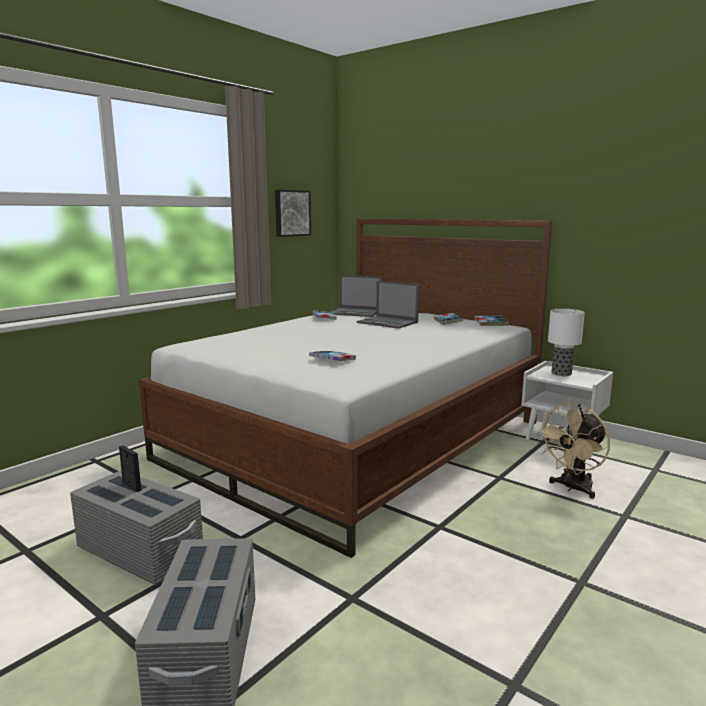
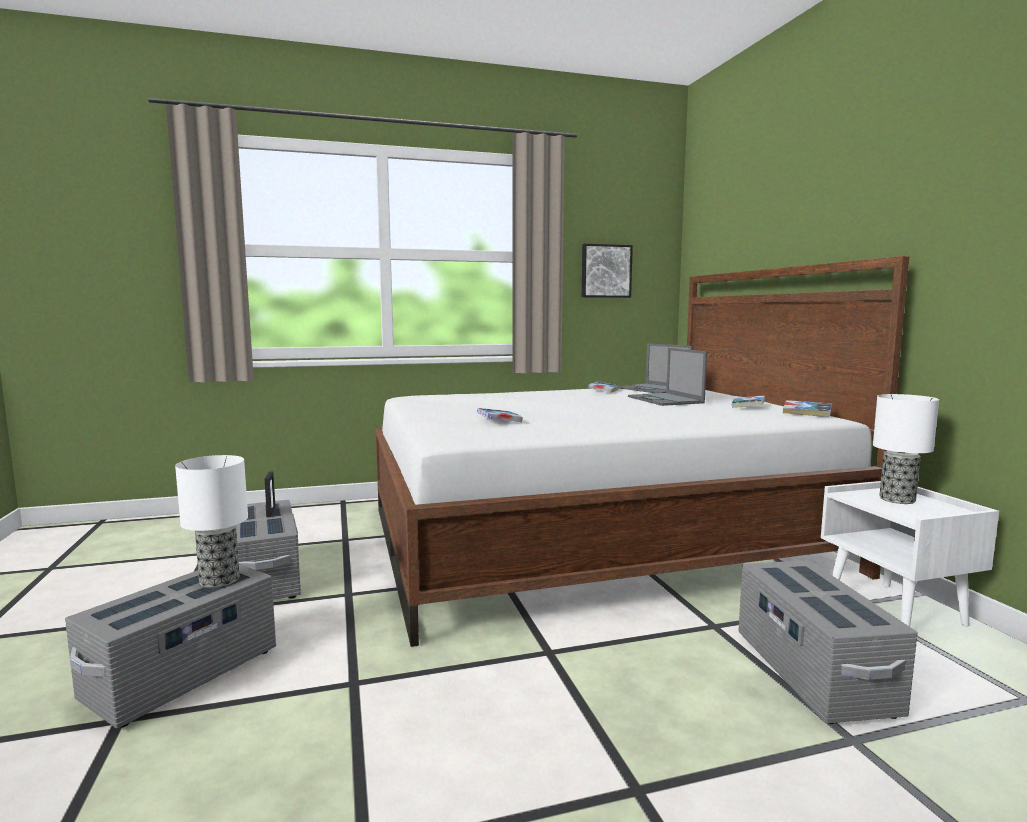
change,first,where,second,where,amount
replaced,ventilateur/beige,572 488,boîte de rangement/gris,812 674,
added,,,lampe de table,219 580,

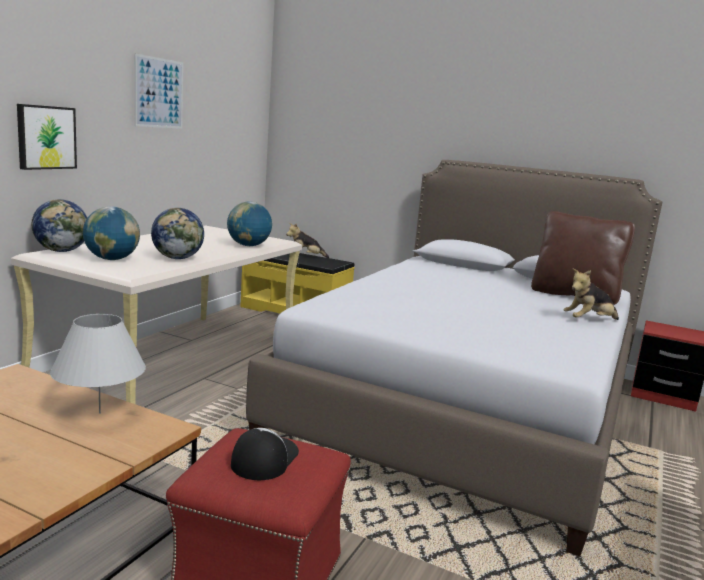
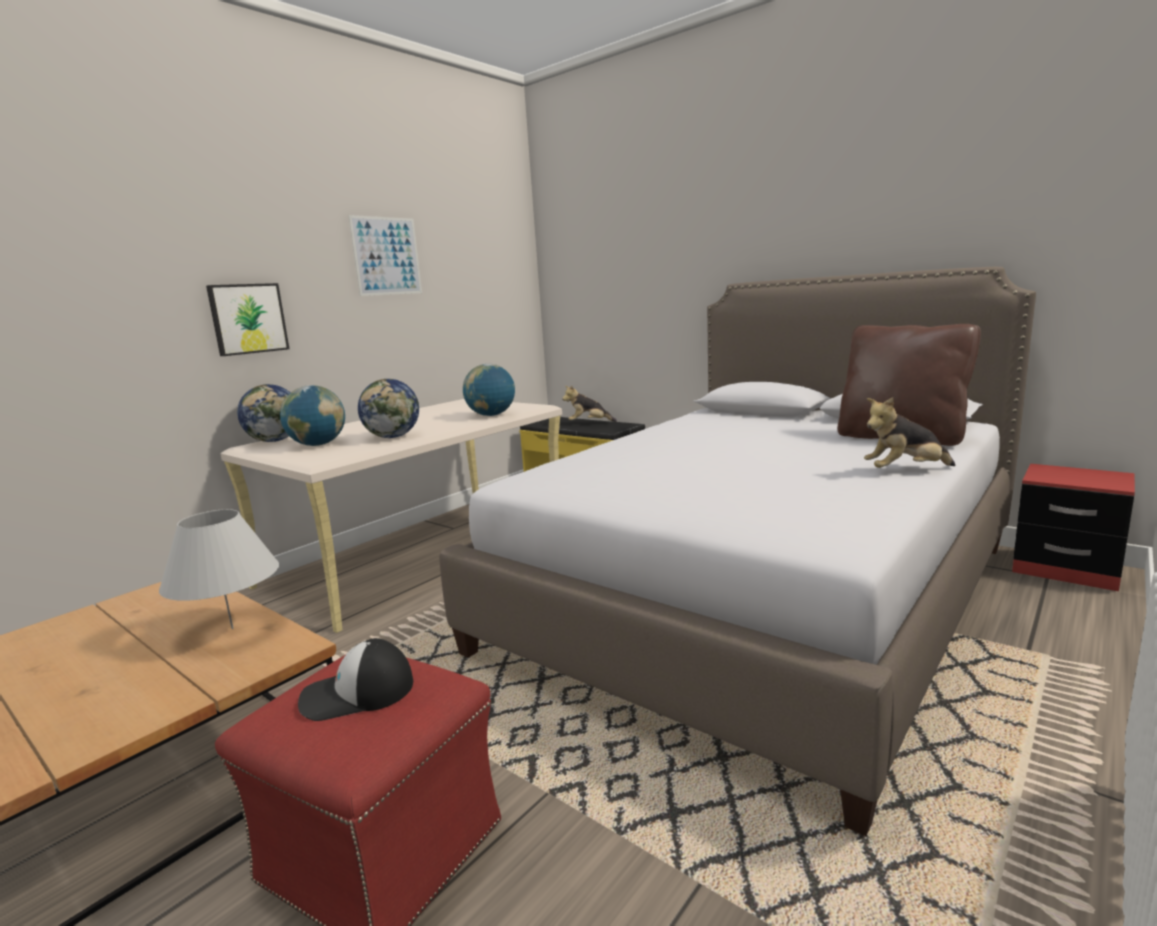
change,first,where,second,where,amount
turned,casquette,264 458,,357 693,135 degrees counterclockwise

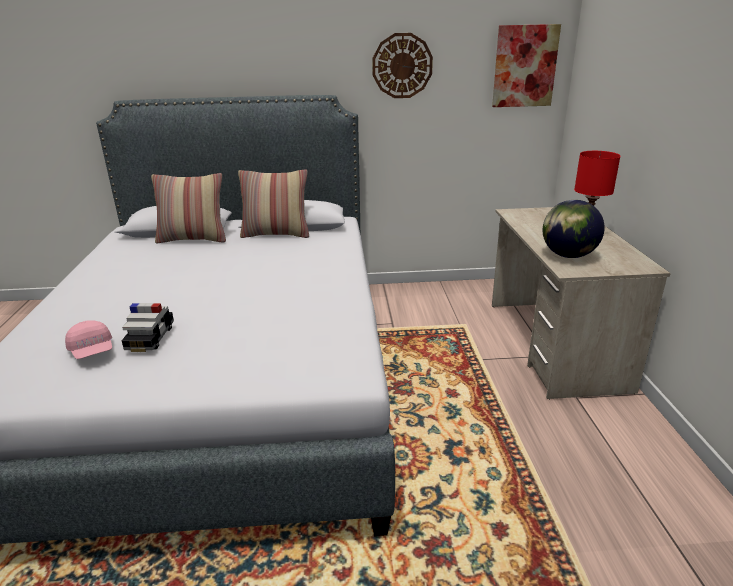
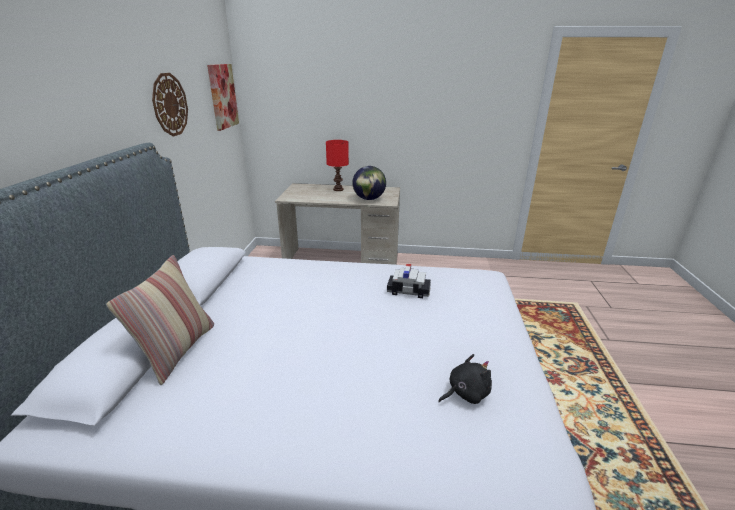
change,first,where,second,where,amount
replaced,casquette/rose,92 351,peluche/noir,465 393,
moved,petite voiture,150 338,,408 291,
removed,coussin,276 234,,,

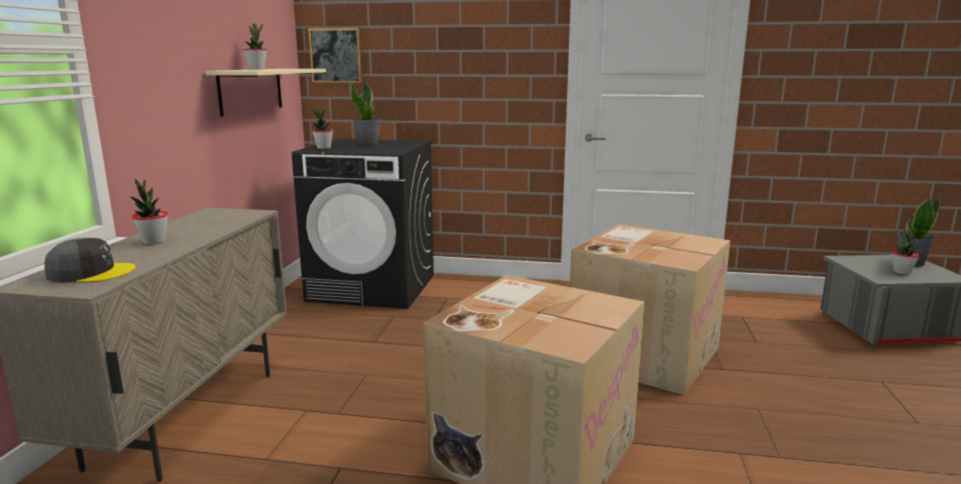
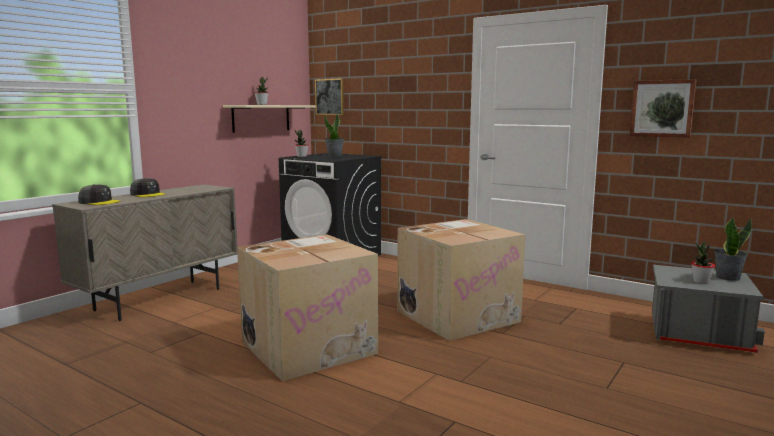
change,first,where,second,where,amount
replaced,plante en pot,154 241,casquette/gris,148 194,
added,,,tableau,662 108,

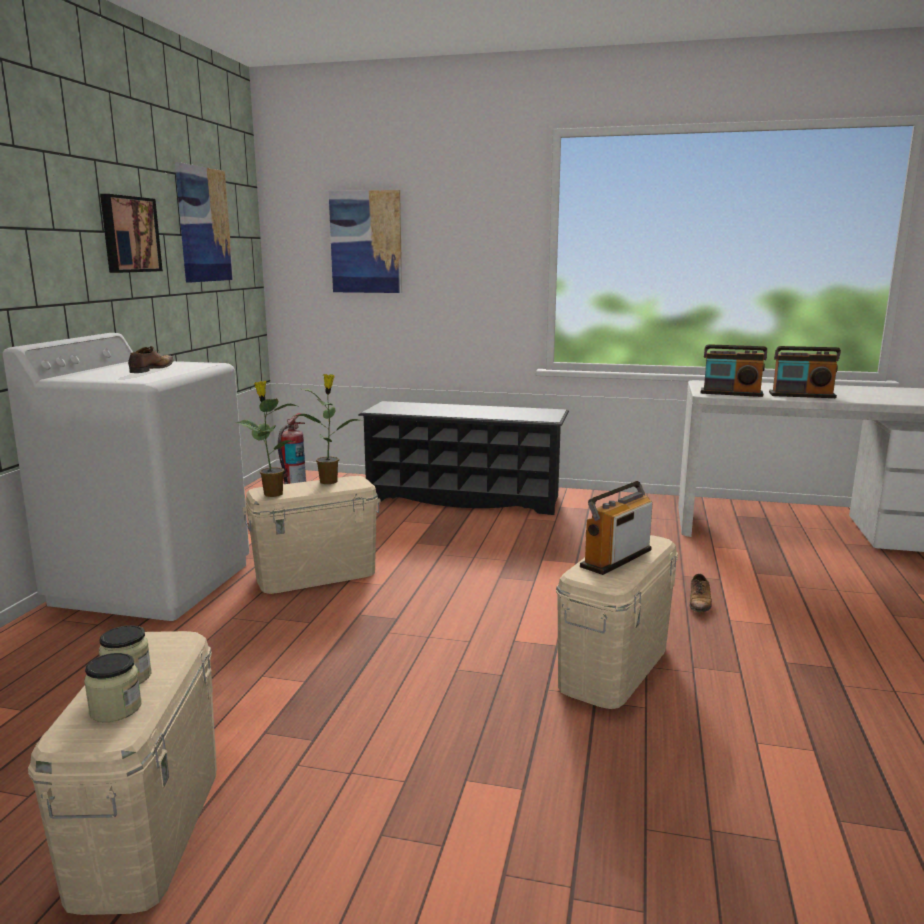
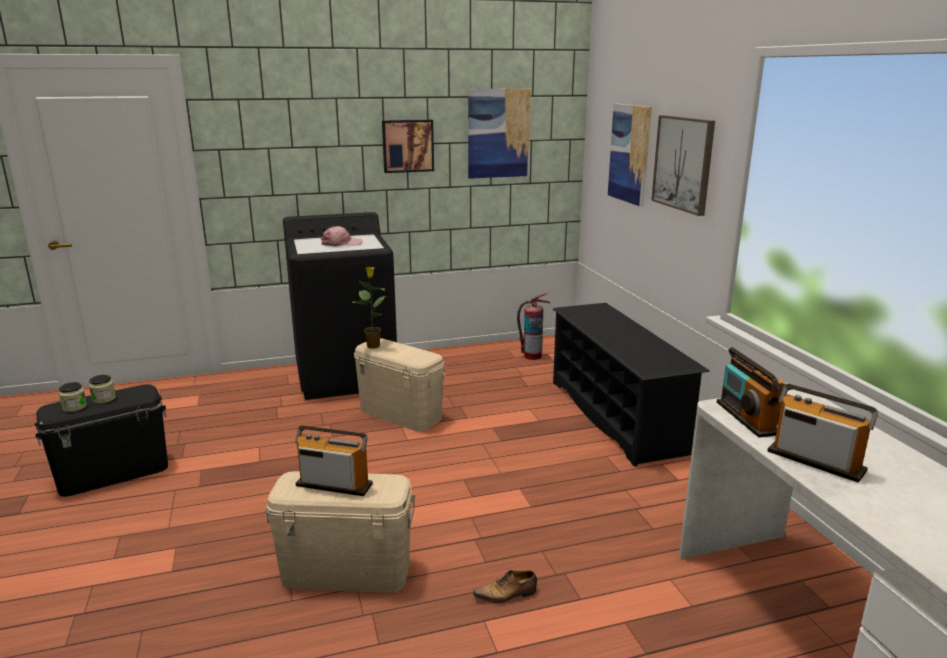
change,first,where,second,where,amount
recoloured,lave-linge/blanc,153 583,lave-linge/noir,346 375,
recoloured,boîte de rangement/beige,147 828,boîte de rangement/noir,114 473,
replaced,chaussure,151 369,casquette/rose,341 243,
removed,plante en pot,329 481,,,
turned,radio,802 395,,815 461,150 degrees clockwise
added,,,tableau,683 163,

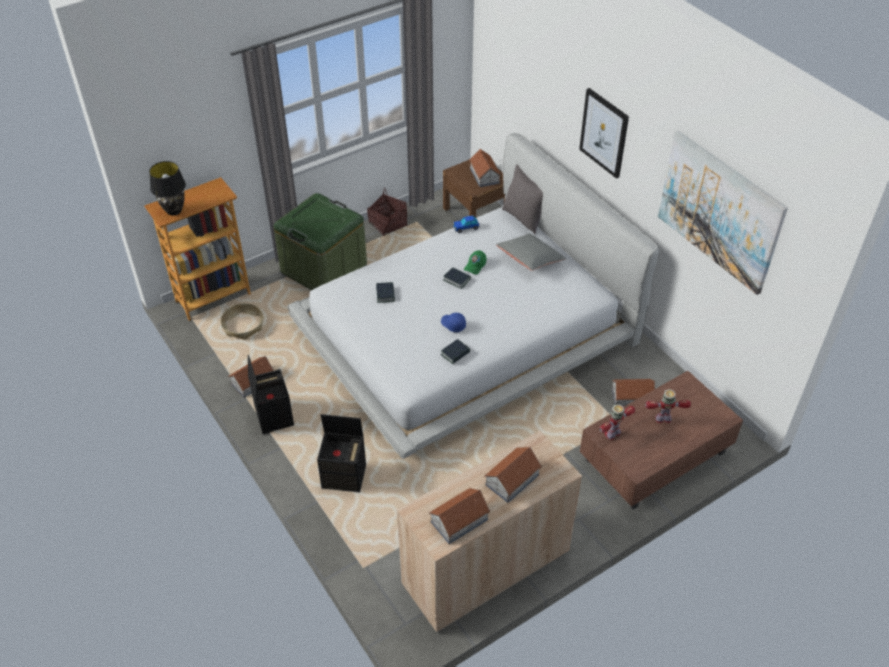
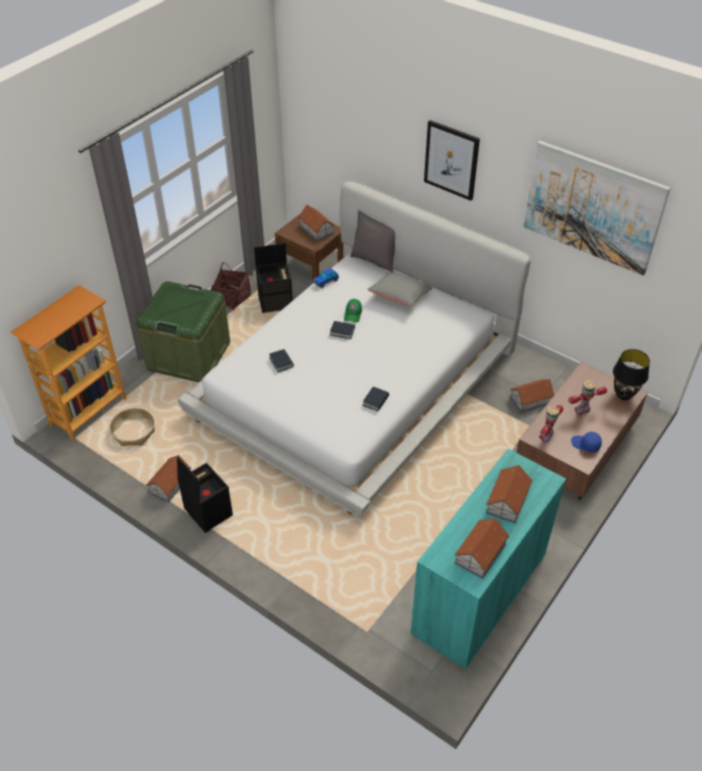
change,first,where,second,where,amount
moved,lampe de table/noir,174 211,,624 395,
moved,boîte de rangement/noir,345 476,,276 302,
recoloured,meuble de rangement/beige,486 567,meuble de rangement/turquoise,479 594,
moved,casquette/bleu,452 324,,585 445,

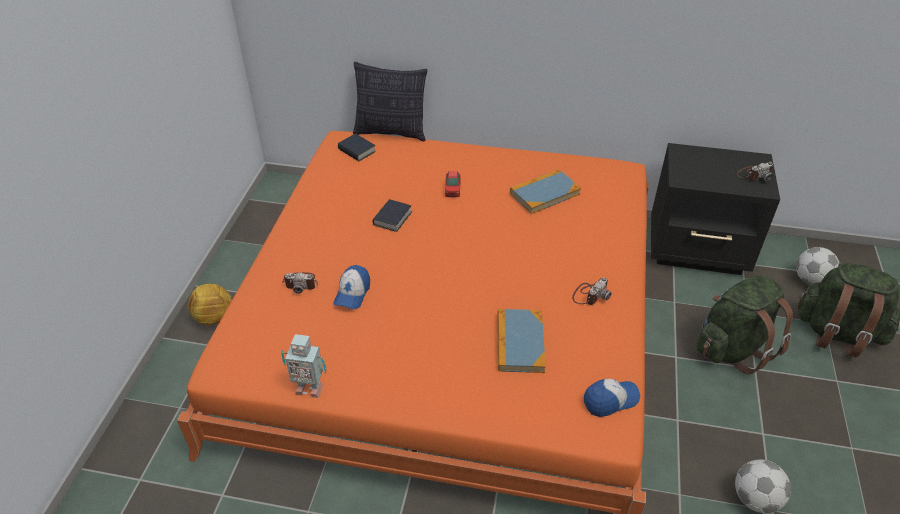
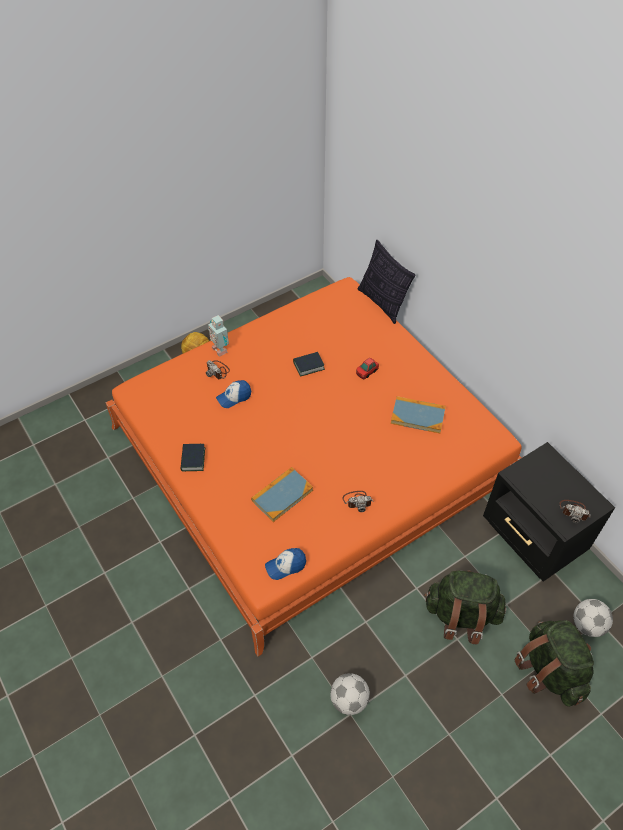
change,first,where,second,where,amount
moved,robot jouet,309 387,,220 349,
moved,livre,357 151,,193 459,
turned,casquette,610 400,,286 565,135 degrees clockwise

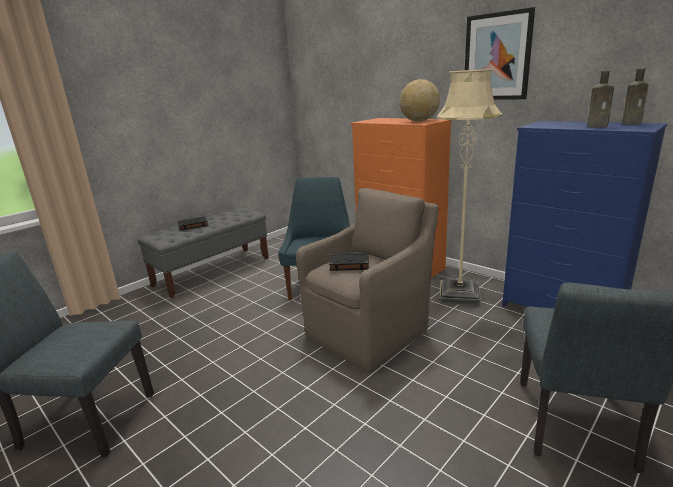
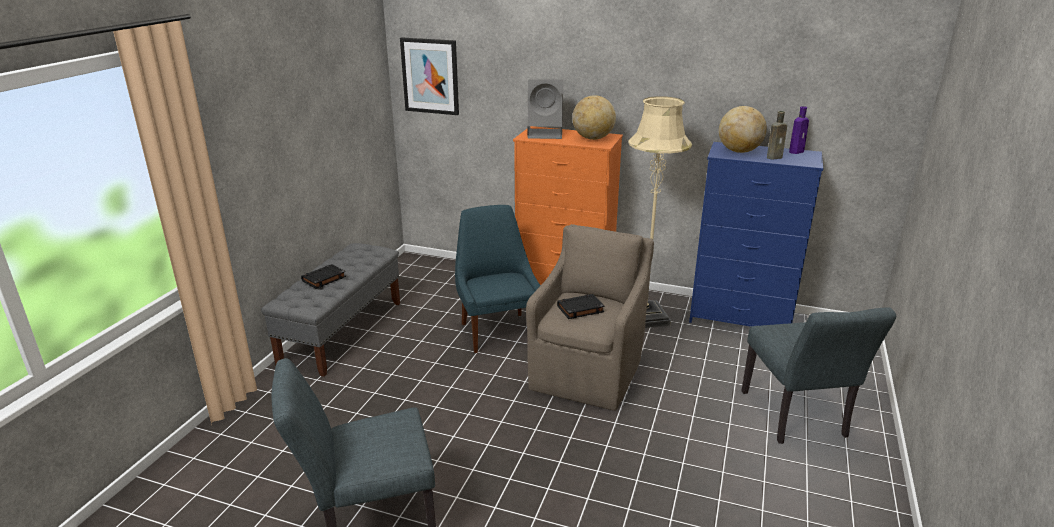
change,first,where,second,where,amount
moved,tableau,497 57,,430 76,
recoloured,bouteille/marron,632 123,bouteille/violet,797 151,
added,,,enceinte/gris,546 134,
added,,,globe,739 151,

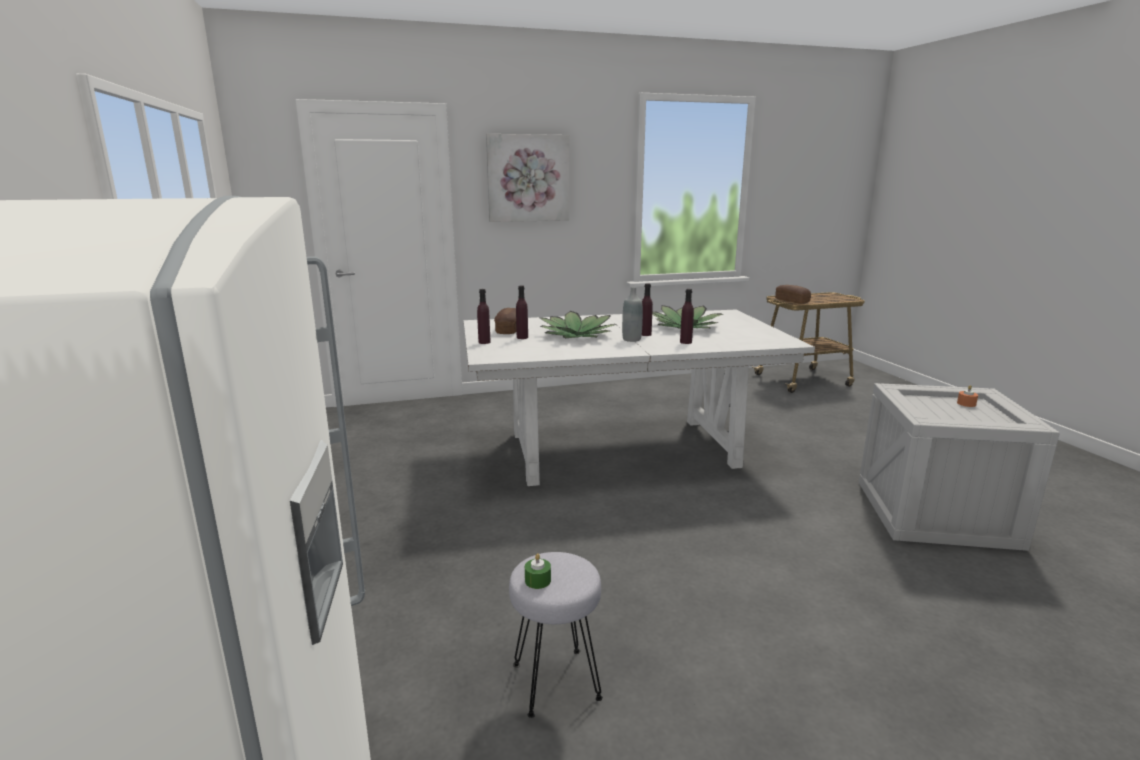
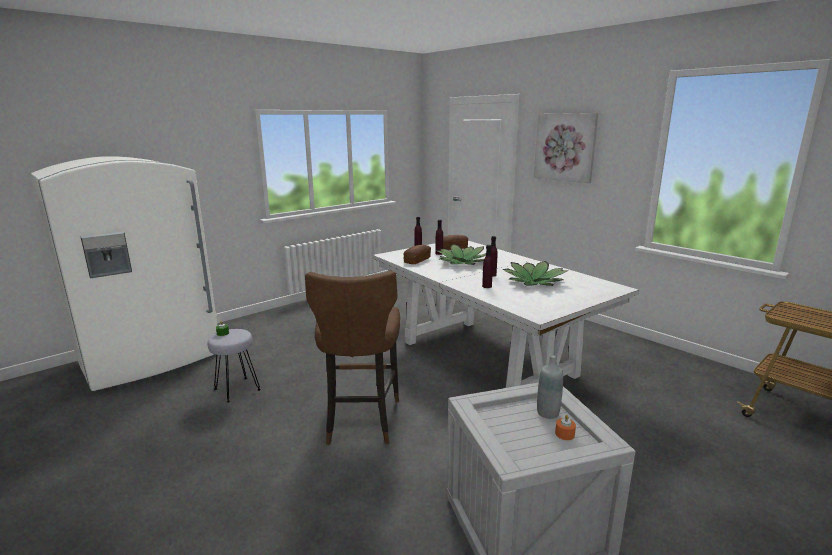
change,first,where,second,where,amount
moved,bouteille/gris,631 339,,548 413,
moved,pain,792 301,,417 260,
added,,,tabouret/marron,360 421,

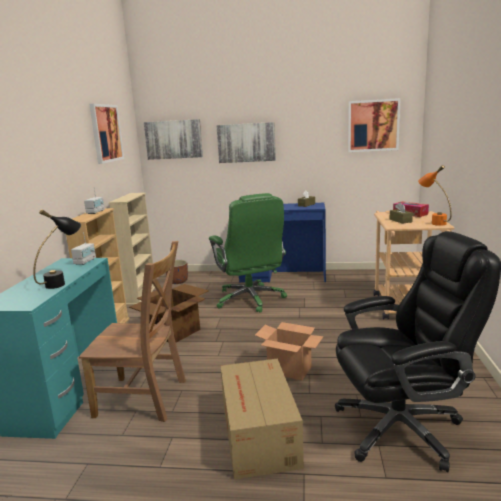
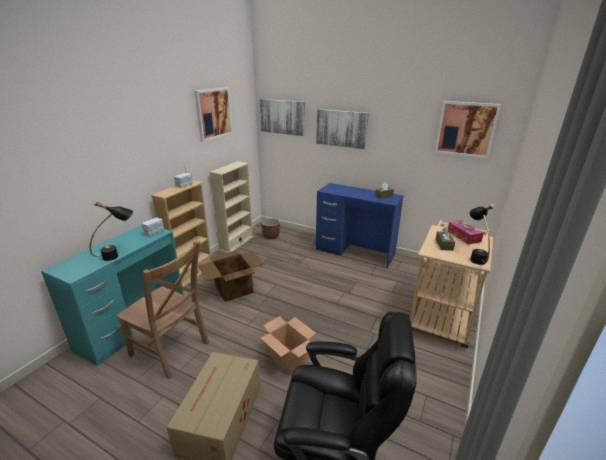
change,first,where,second,where,amount
removed,chaise de bureau/vert,250 299,,,
recoloured,lampe de table/orange,433 222,lampe de table/noir,474 257,

